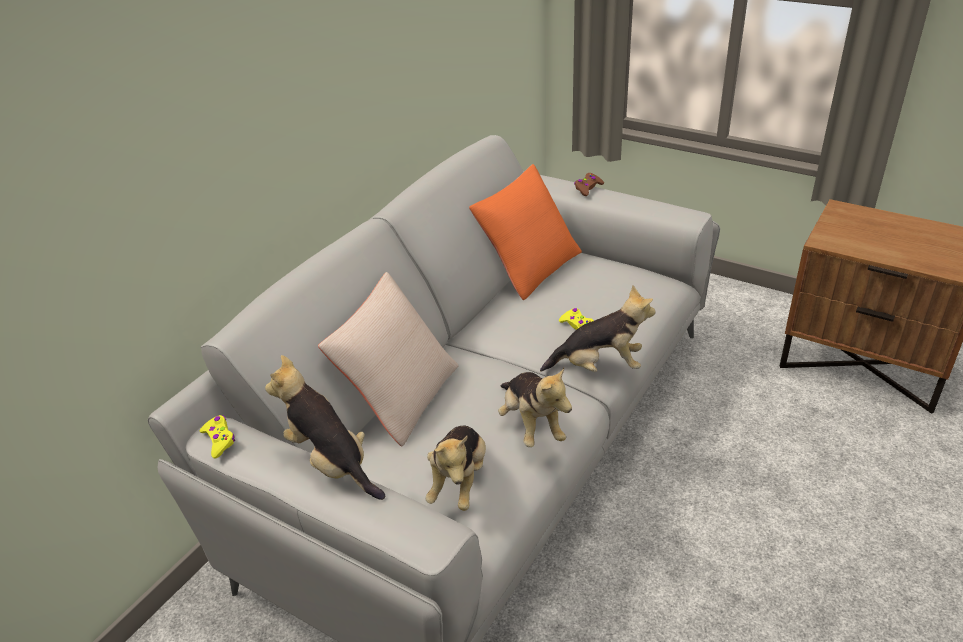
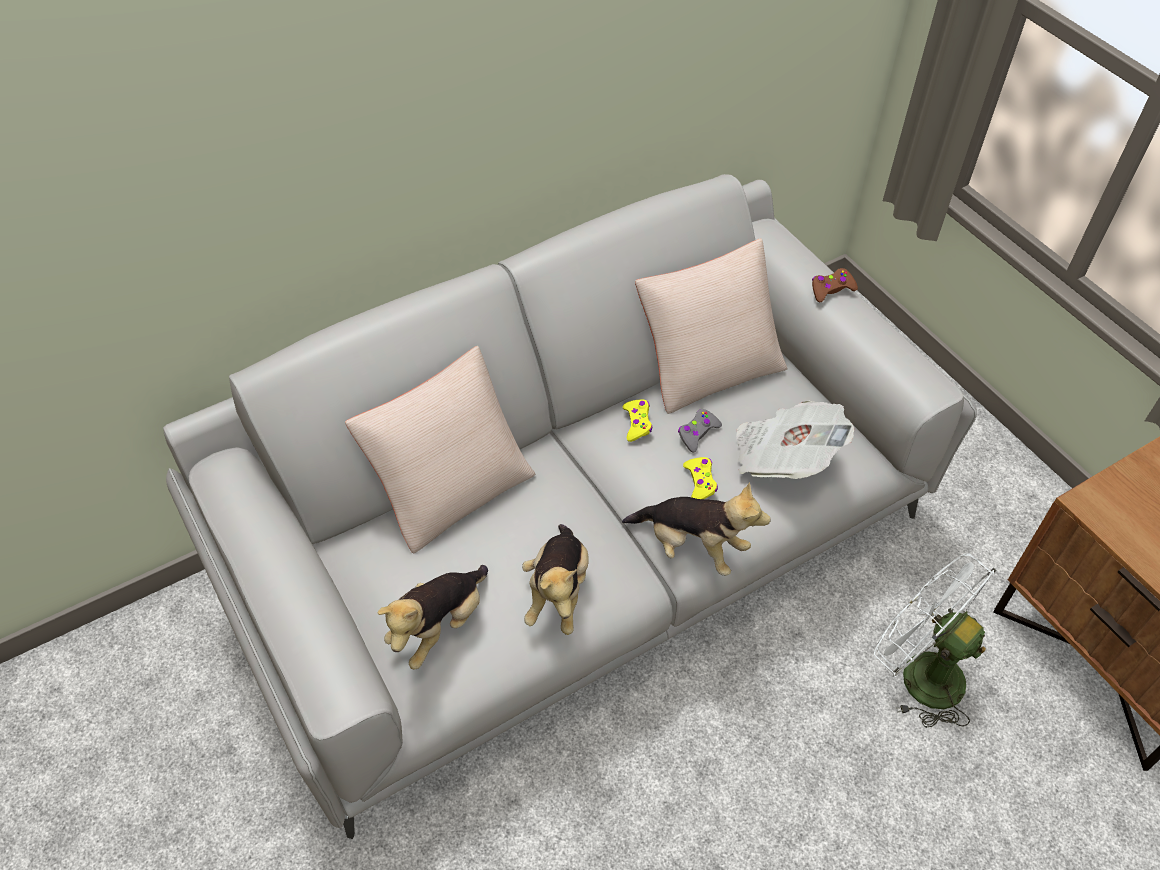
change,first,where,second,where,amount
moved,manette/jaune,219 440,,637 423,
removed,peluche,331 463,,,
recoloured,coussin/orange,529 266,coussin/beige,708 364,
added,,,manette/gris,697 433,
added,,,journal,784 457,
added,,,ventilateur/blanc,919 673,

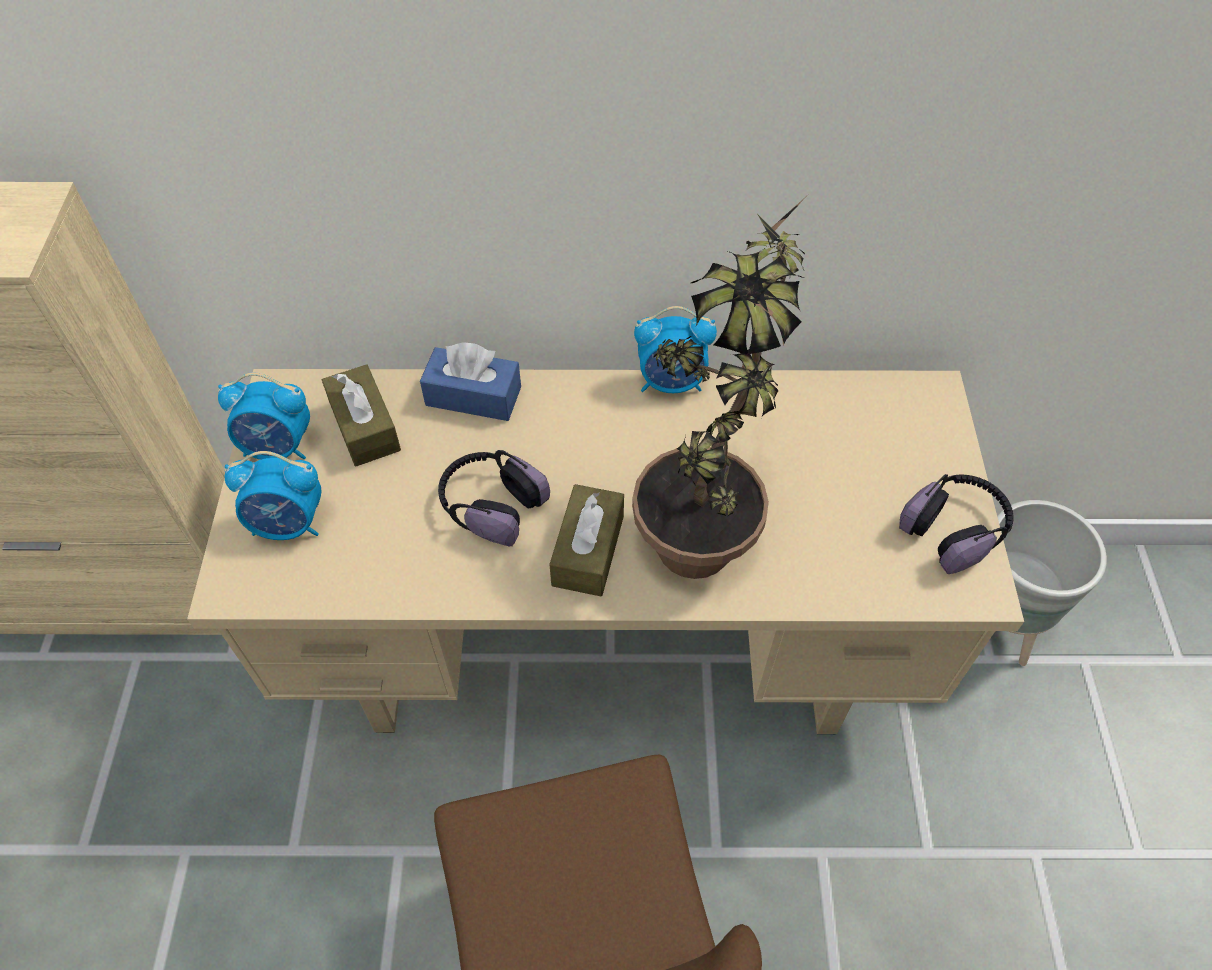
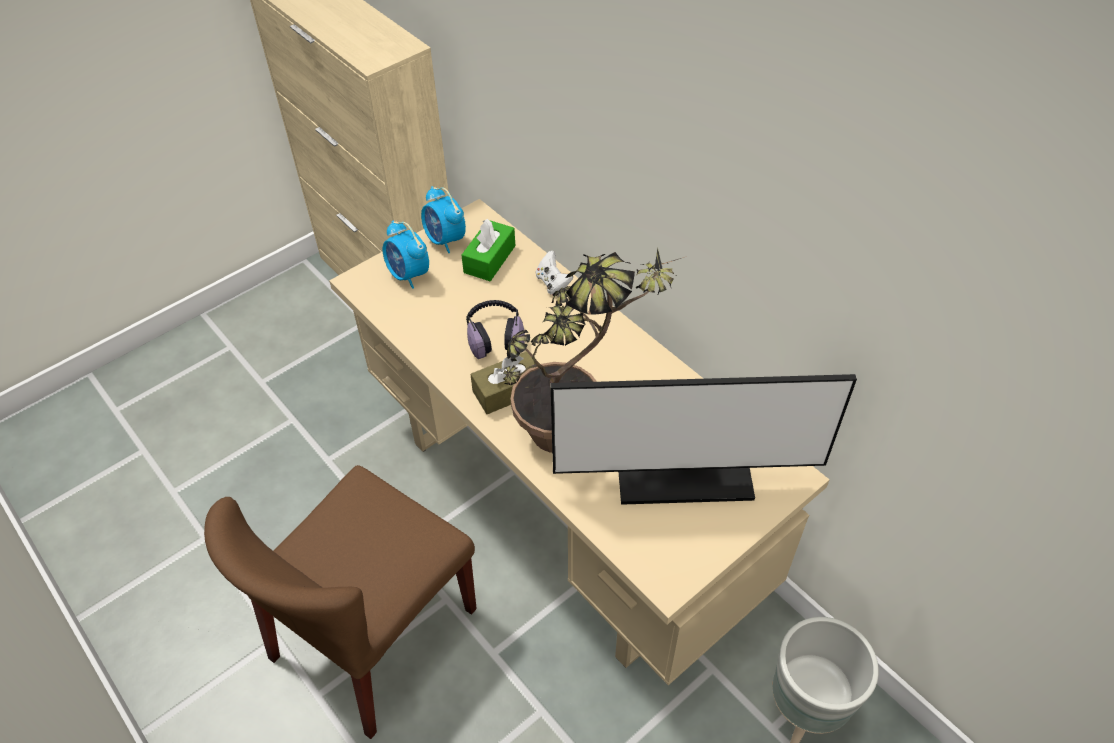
change,first,where,second,where,amount
recoloured,boîte à mouchoirs/marron,365 427,boîte à mouchoirs/vert,489 259,
replaced,boîte à mouchoirs/bleu,473 396,manette/blanc,553 283,
removed,réveil,672 382,,,
removed,casque audio,955 530,,,
added,,,écran d'ordinateur,684 476,

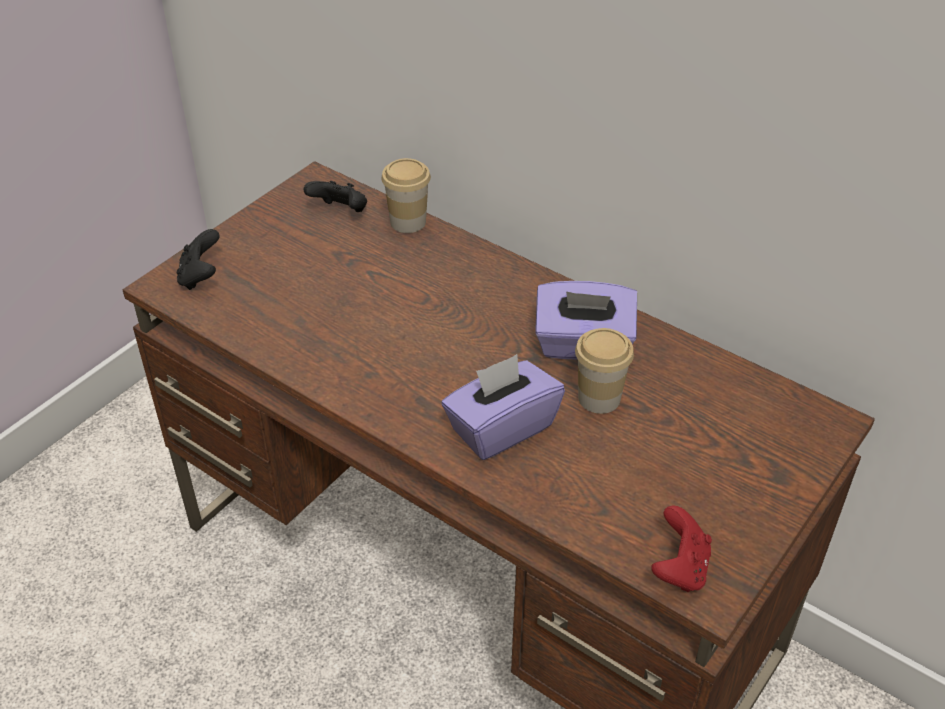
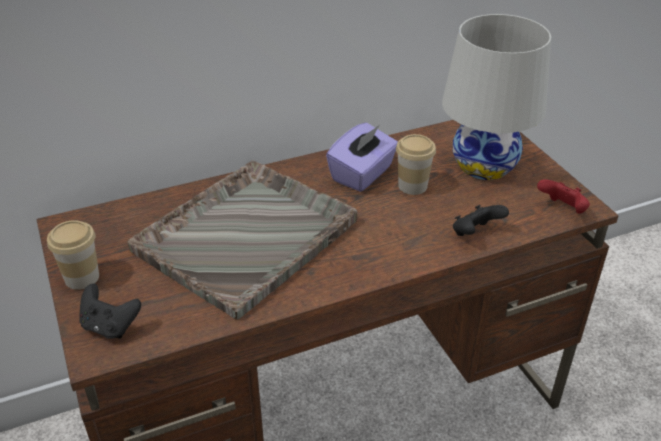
change,first,where,second,where,amount
moved,manette/noir,340 212,,475 234,
moved,tasse,408 222,,82 278,
removed,boîte à mouchoirs/violet,501 428,,,
added,,,plateau/gris,248 235,
added,,,lampe de table/blanc,484 165,

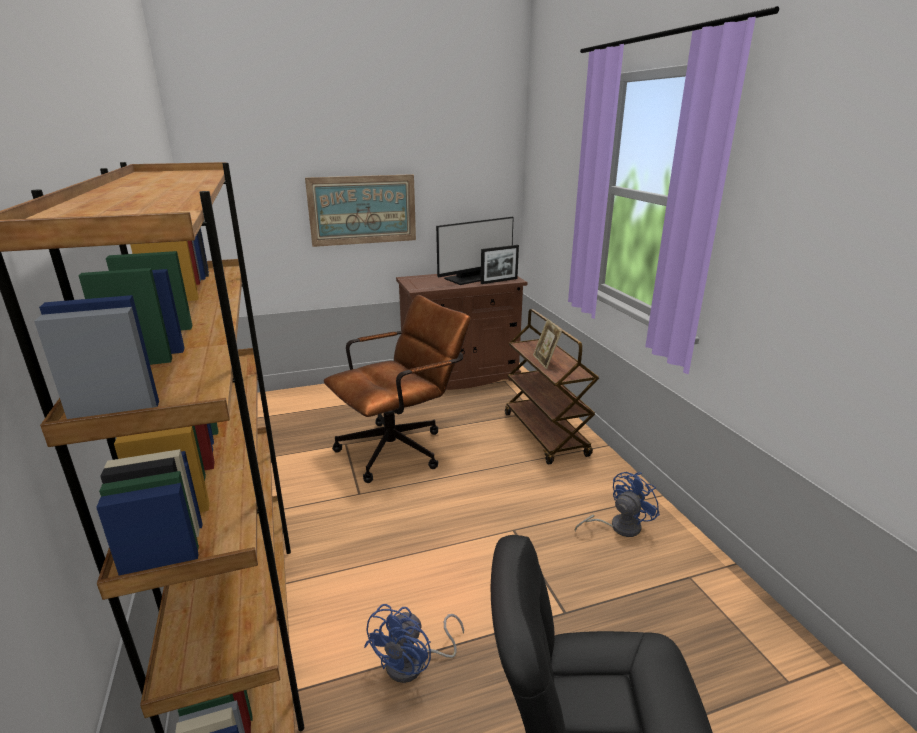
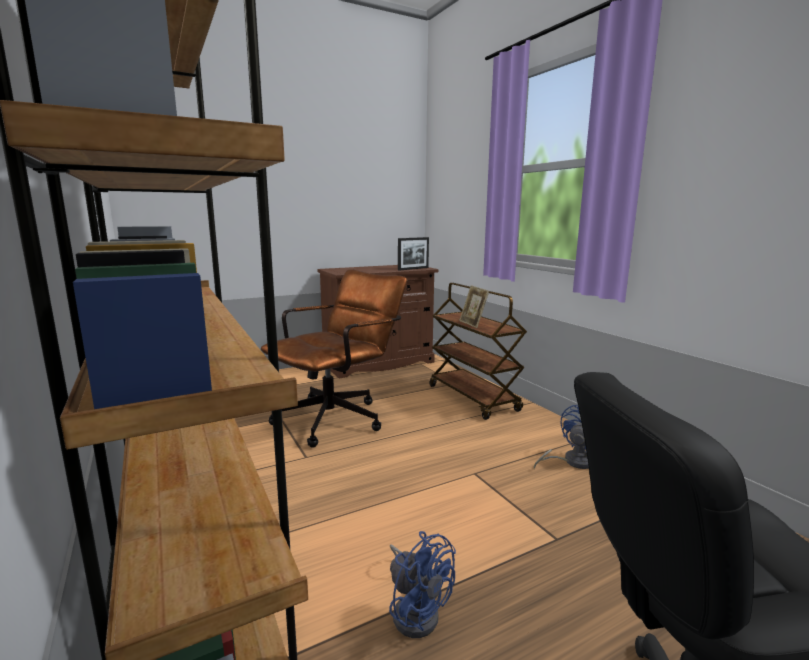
change,first,where,second,where,amount
removed,tableau,362 210,,,
turned,ventilateur/bleu,414 664,,416 610,60 degrees counterclockwise
removed,écran d'ordinateur,472 278,,,

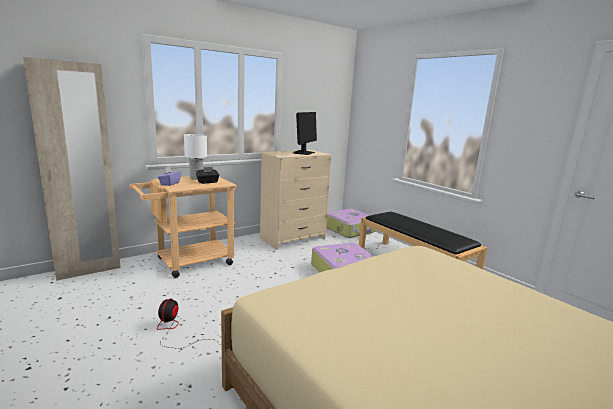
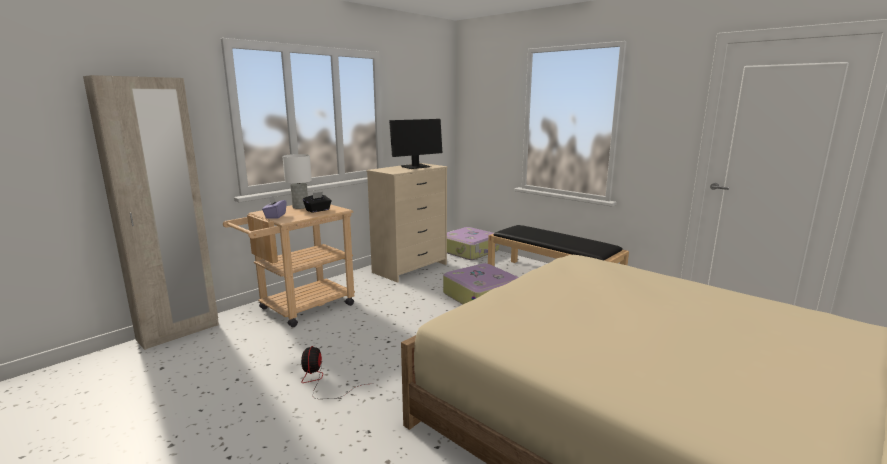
change,first,where,second,where,amount
turned,écran d'ordinateur,304 153,,415 167,45 degrees clockwise

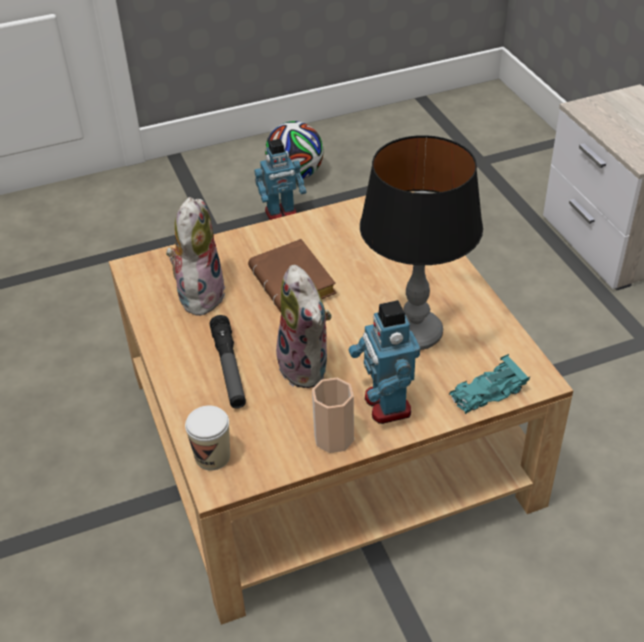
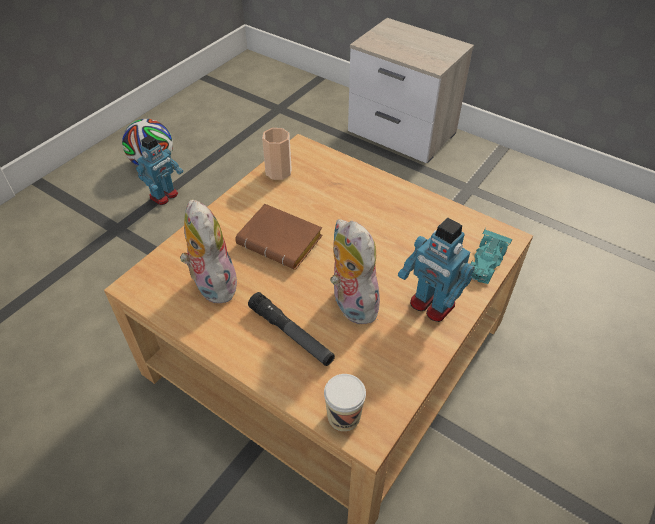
change,first,where,second,where,amount
turned,peluche,308 367,,351 303,150 degrees counterclockwise
moved,tasse,334 438,,278 172,
removed,lampe de table,415 334,,,

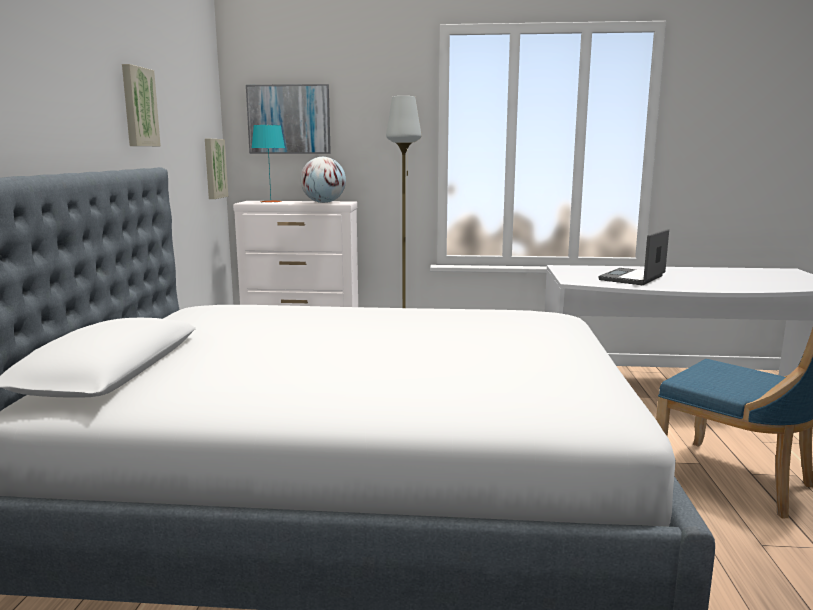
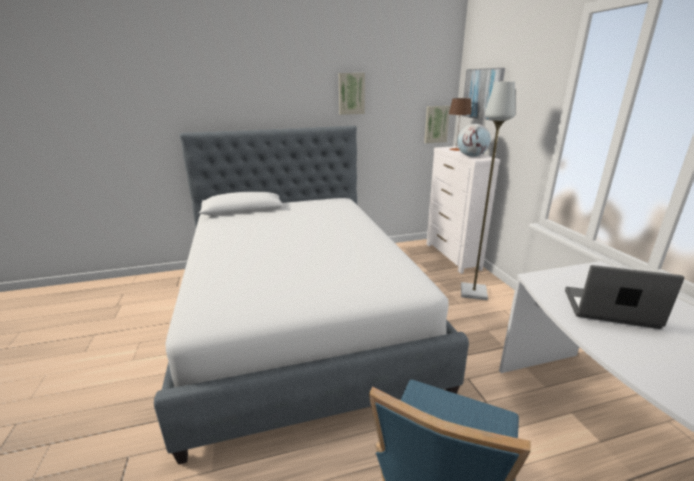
change,first,where,second,where,amount
recoloured,lampe de table/turquoise,270 201,lampe de table/marron,456 149,

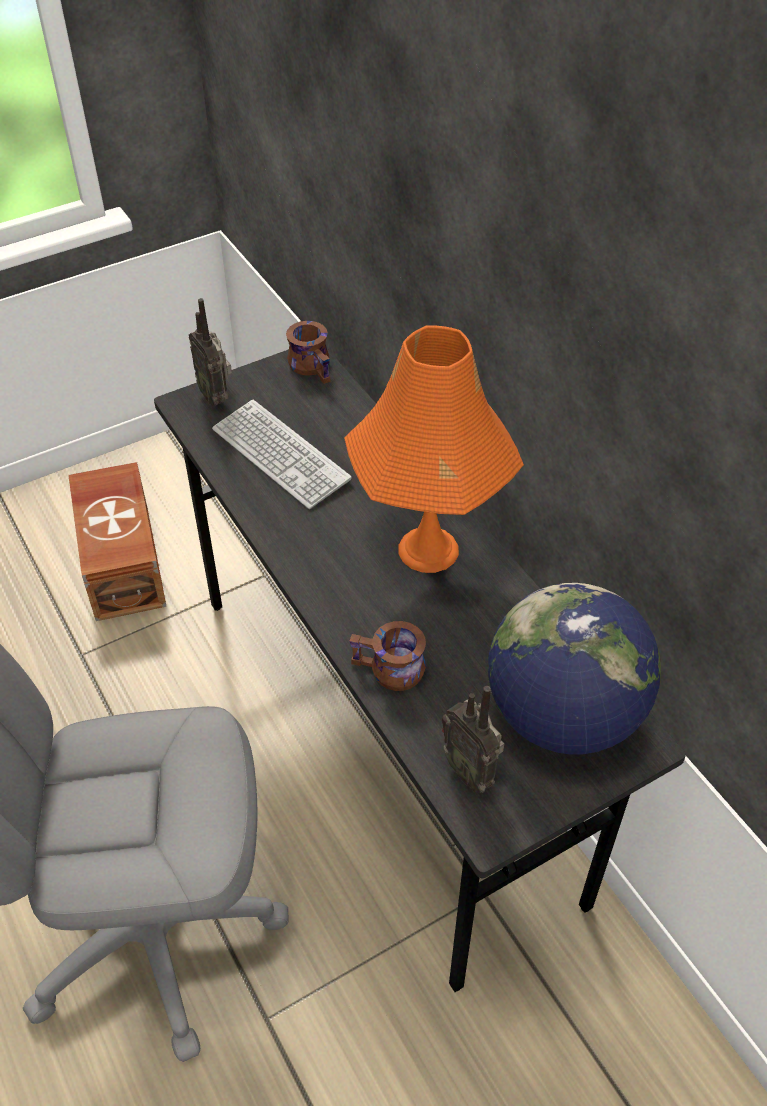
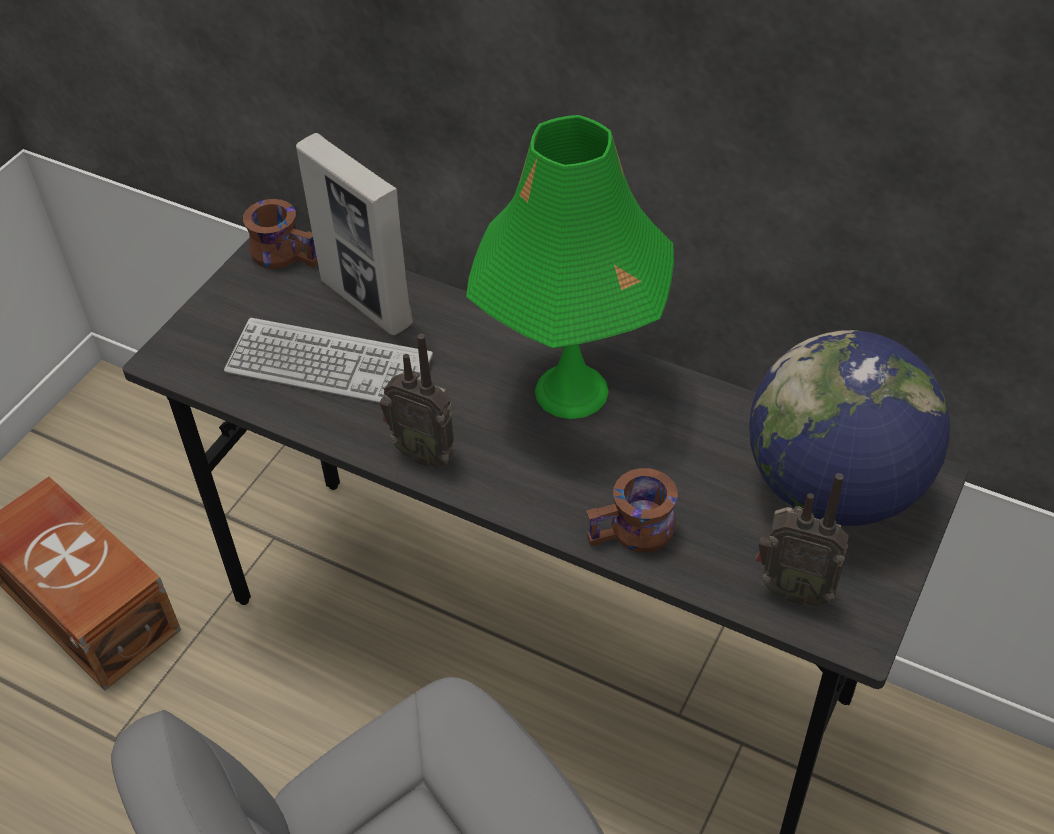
change,first,where,second,where,amount
moved,radio,216 396,,425 453,
recoloured,lampe de table/orange,428 550,lampe de table/vert,571 391,
added,,,cadre photo,366 303,

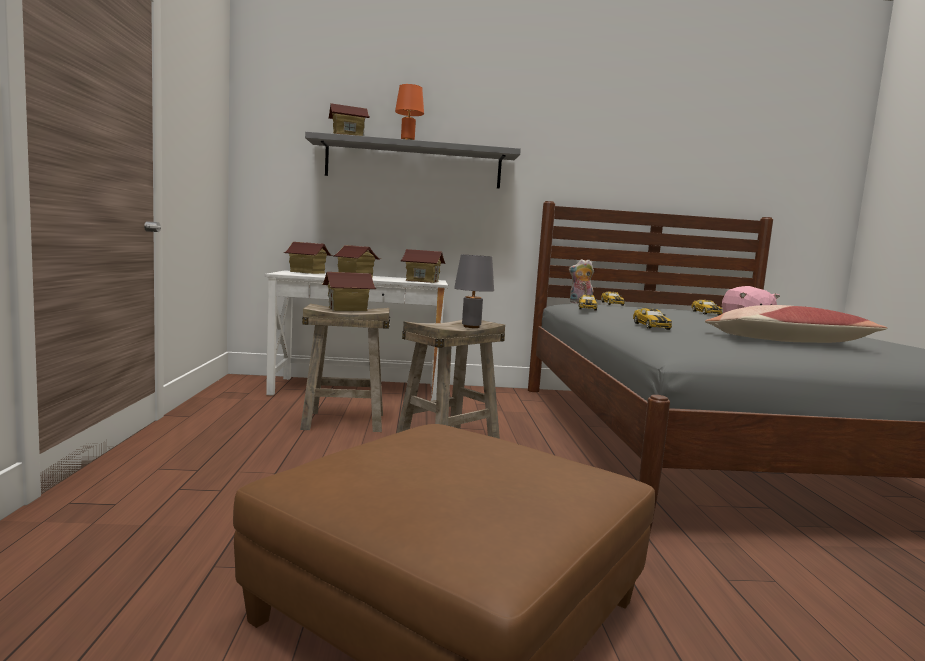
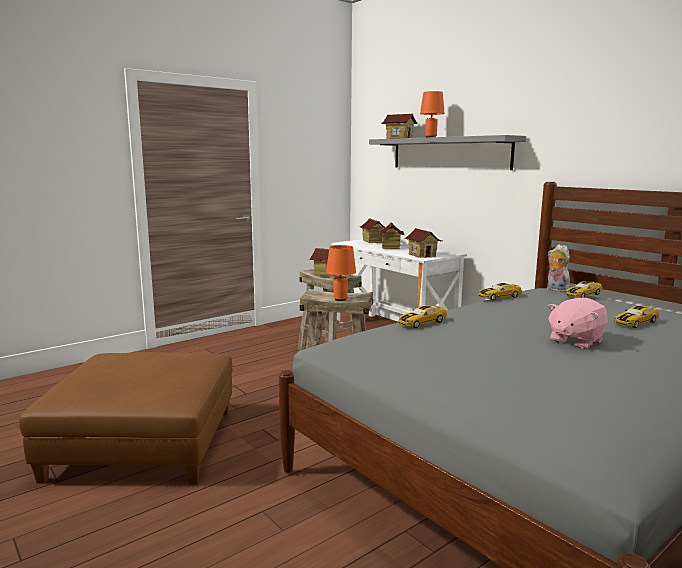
change,first,where,second,where,amount
recoloured,lampe de table/gris,470 326,lampe de table/orange,340 299,
removed,coussin,788 342,,,

